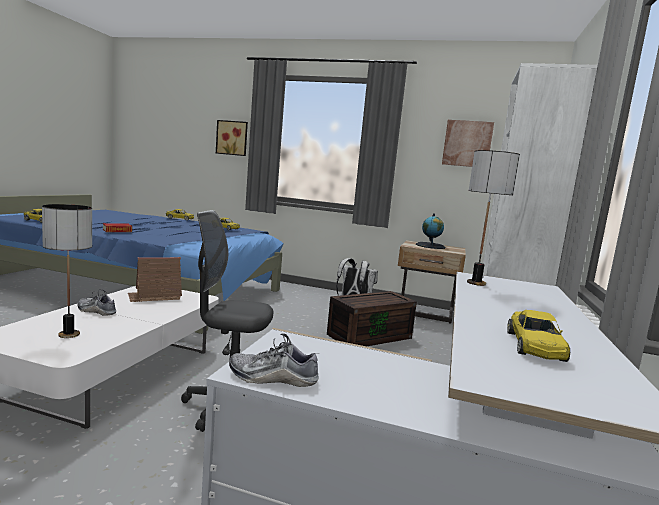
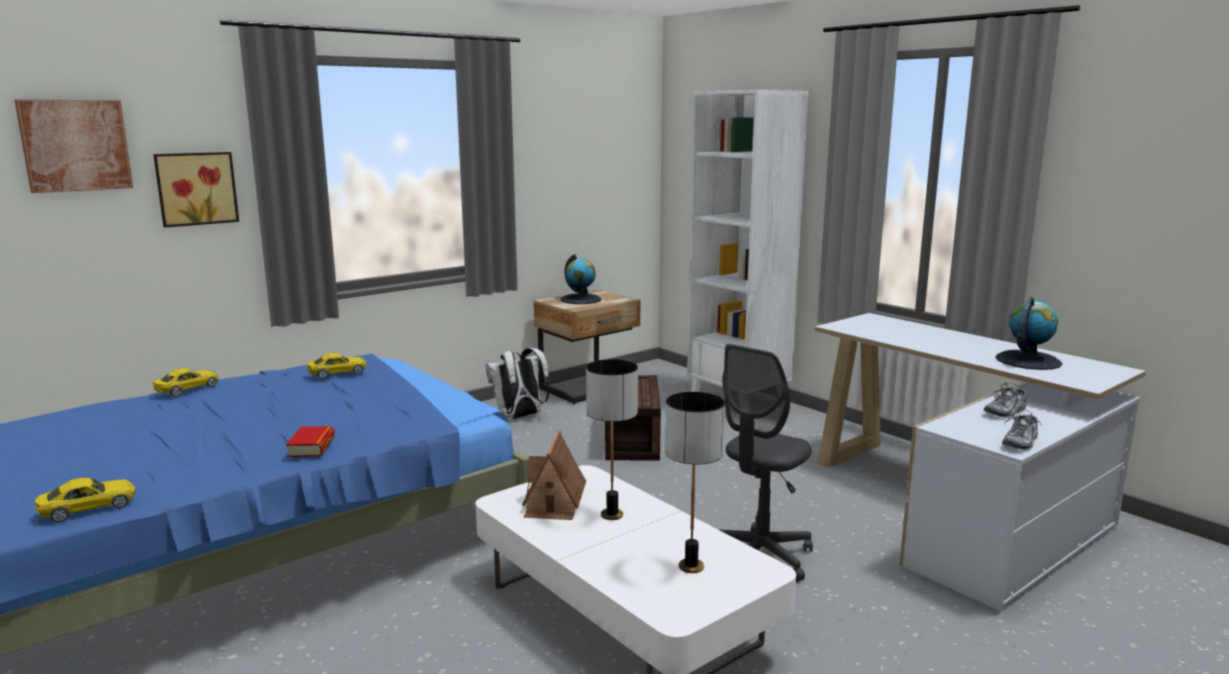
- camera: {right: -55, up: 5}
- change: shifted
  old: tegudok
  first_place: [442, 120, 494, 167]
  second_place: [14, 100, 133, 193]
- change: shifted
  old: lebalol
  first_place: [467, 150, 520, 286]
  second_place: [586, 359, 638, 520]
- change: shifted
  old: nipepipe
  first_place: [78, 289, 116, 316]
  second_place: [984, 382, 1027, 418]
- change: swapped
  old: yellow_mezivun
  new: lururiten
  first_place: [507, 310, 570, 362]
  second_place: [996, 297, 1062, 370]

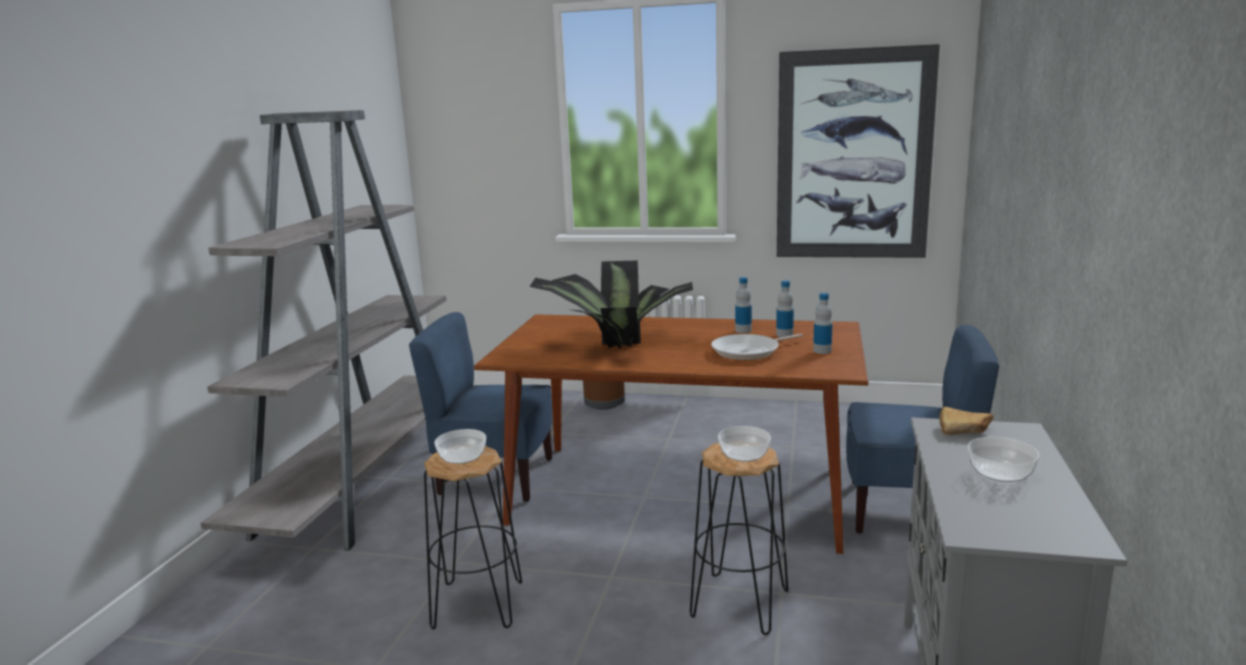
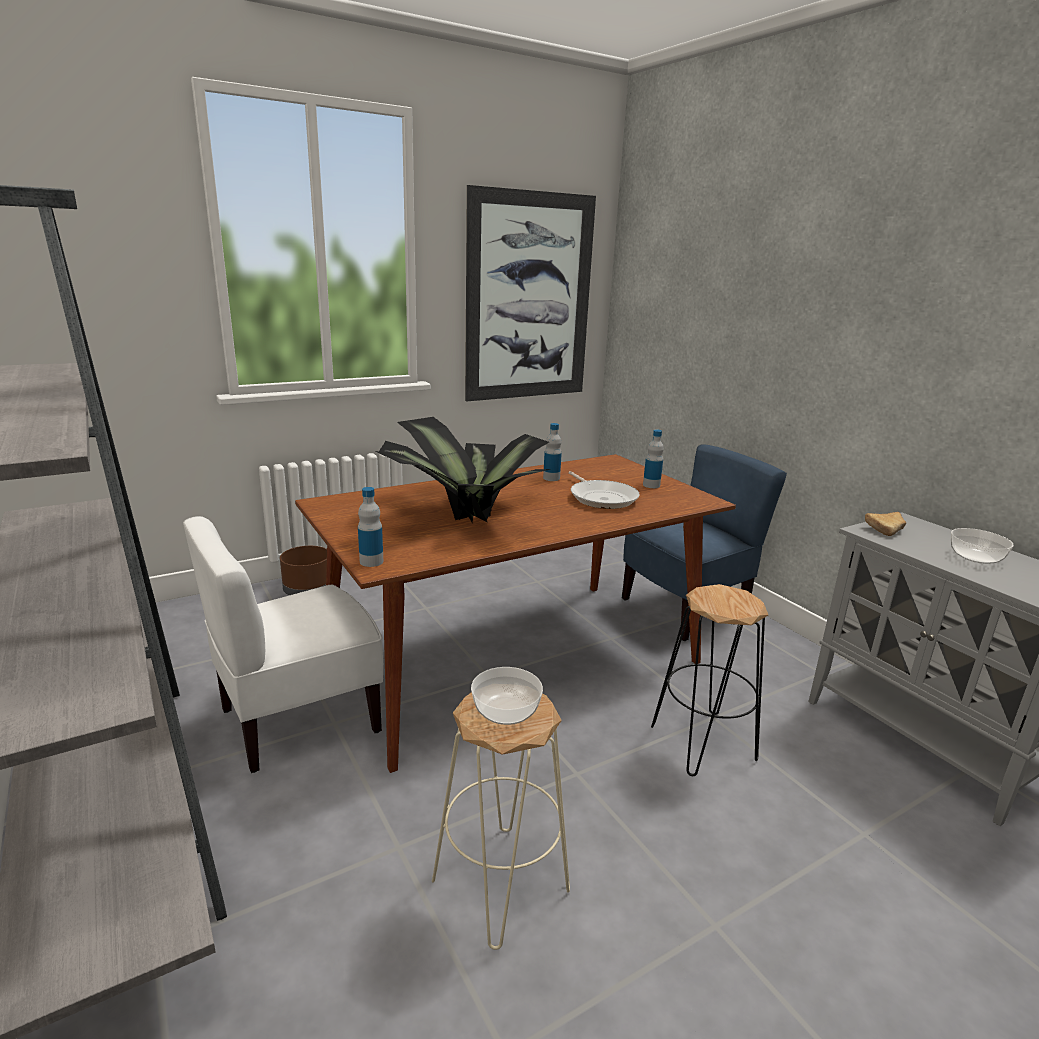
- camera: {right: -45, up: 5}
- change: shifted
  old: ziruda
  first_place: [776, 280, 794, 338]
  second_place: [358, 487, 383, 567]
- change: repainted
  old: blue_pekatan
  new: white_pekatan
  first_place: [409, 312, 552, 502]
  second_place: [183, 516, 383, 773]
- change: rotated
  old: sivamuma
  first_place: [711, 334, 803, 360]
  second_place: [568, 471, 640, 509]
  degrees: -45
- change: gone
  old: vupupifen
  first_place: [718, 426, 771, 462]
- change: repainted
  old: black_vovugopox
  new: beige_vovugopox
  first_place: [424, 446, 522, 629]
  second_place: [432, 692, 570, 950]

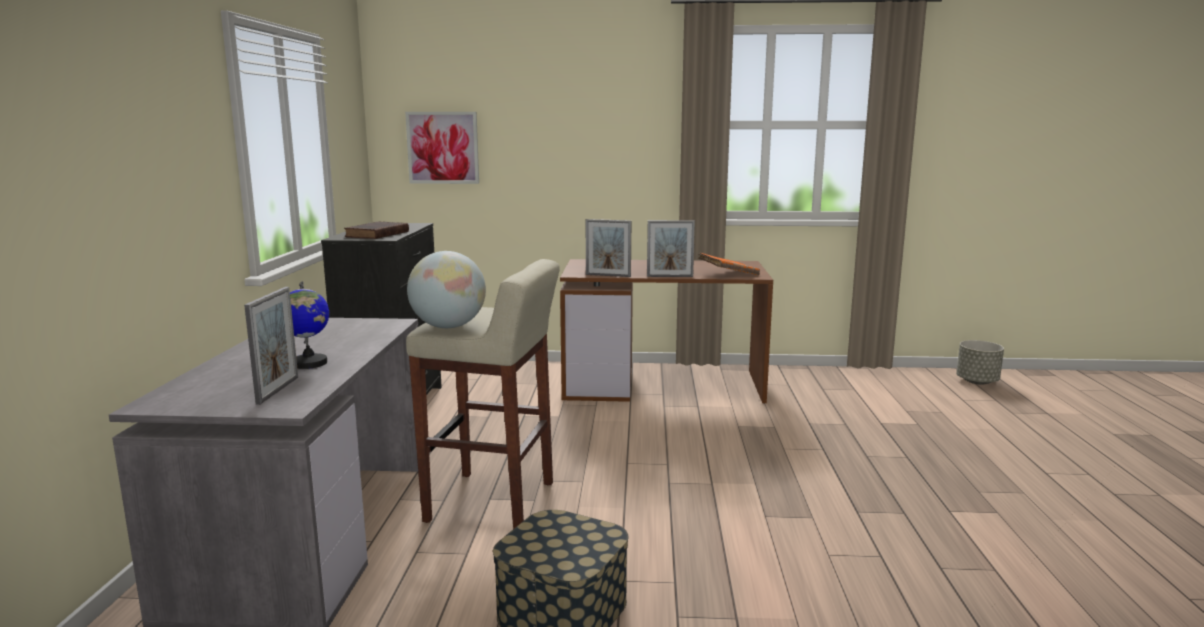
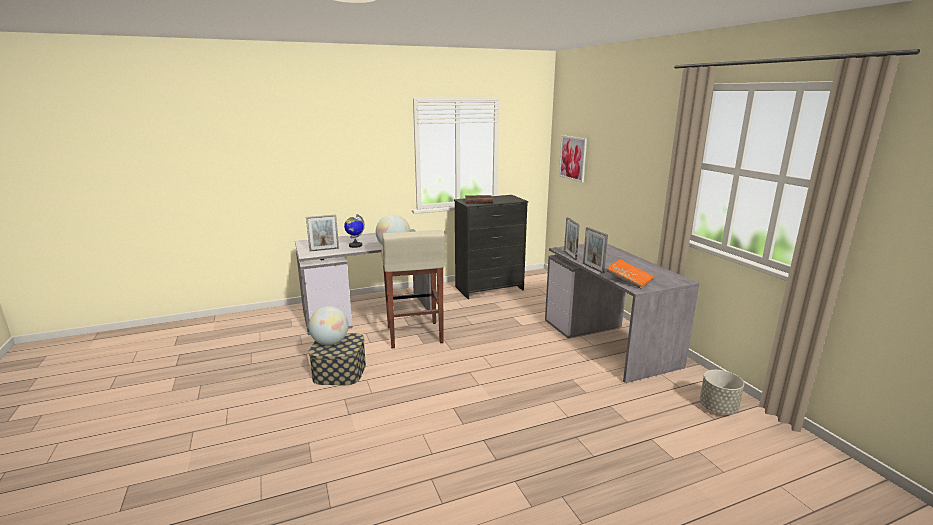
- camera: {right: 65, up: 5}
- change: repainted
  old: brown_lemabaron
  new: grey_lemabaron
  first_place: [560, 259, 773, 404]
  second_place: [545, 244, 699, 383]
- change: shifted
  old: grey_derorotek
  first_place: [956, 340, 1004, 385]
  second_place: [700, 370, 744, 415]
- change: new
  new: lururiten
  second_place: [309, 306, 349, 345]

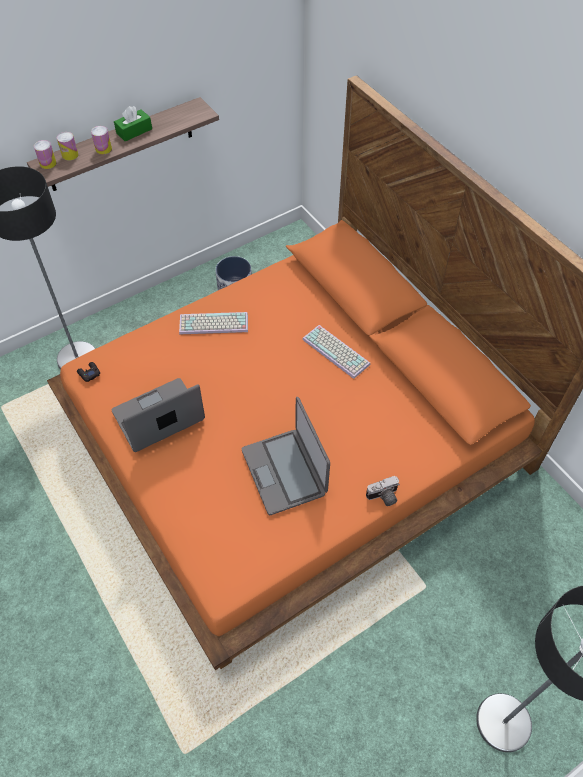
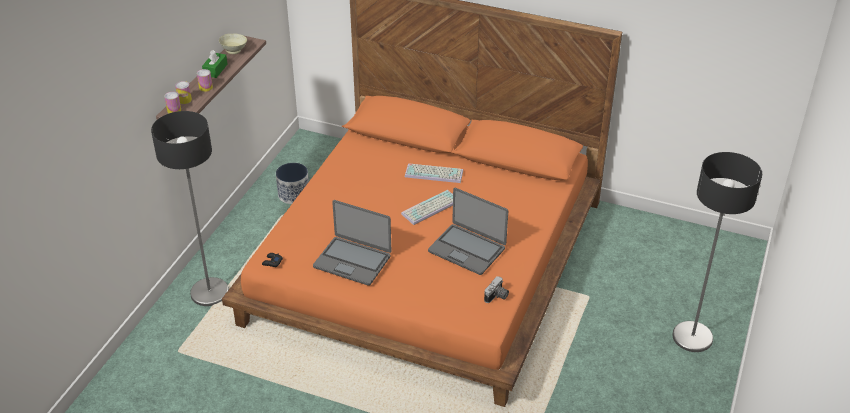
- camera: {right: -35, up: -15}
- change: shifted
  old: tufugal
  first_place: [179, 312, 248, 335]
  second_place: [401, 190, 453, 225]
- change: rotated
  old: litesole
  first_place: [112, 378, 205, 452]
  second_place: [313, 200, 391, 286]
  degrees: -90
- change: shifted
  old: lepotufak
  first_place: [366, 476, 400, 506]
  second_place: [484, 276, 509, 303]
- change: new
  new: beige_vupupifen
  second_place: [219, 33, 247, 54]

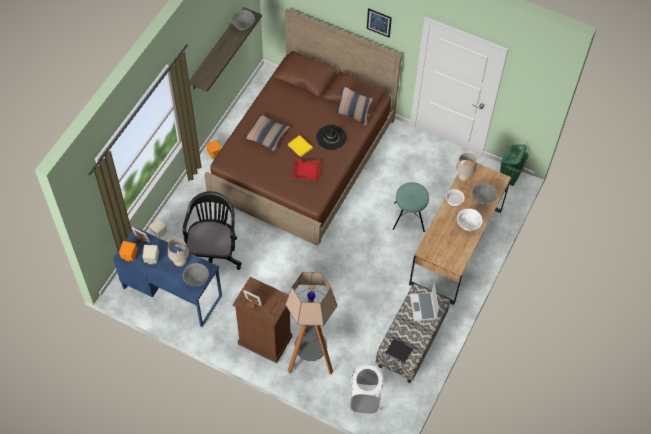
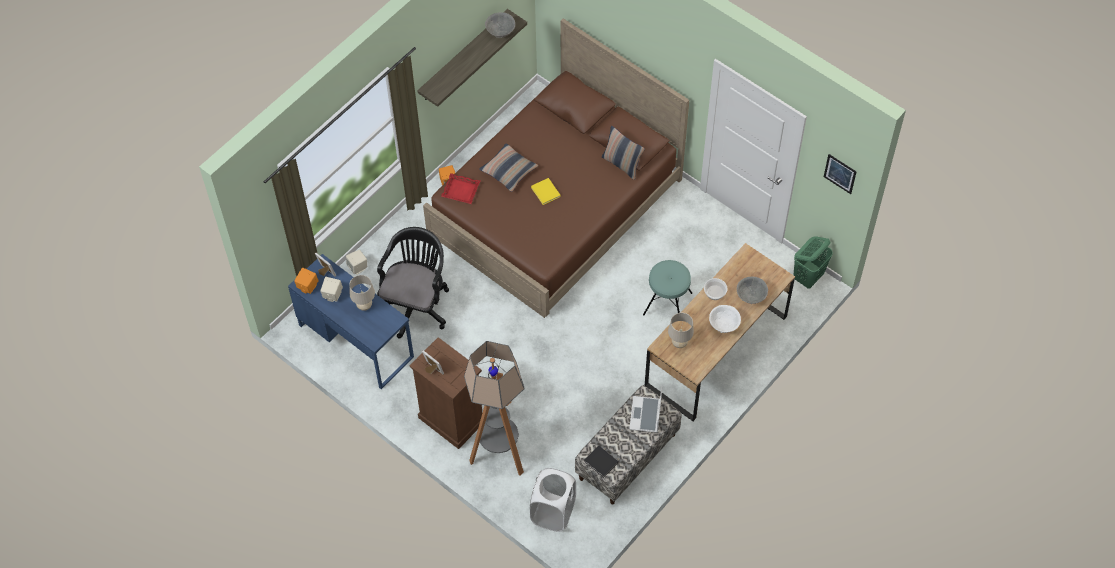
- camera: {right: 15, up: 0}
- change: shifted
  old: tegudok
  first_place: [367, 8, 392, 38]
  second_place: [824, 154, 857, 194]
- change: gone
  old: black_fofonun
  first_place: [316, 125, 346, 150]
- change: shifted
  old: beige_lebalol
  first_place: [456, 153, 477, 182]
  second_place: [668, 313, 694, 348]
- change: shifted
  old: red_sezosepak
  first_place: [293, 159, 321, 180]
  second_place: [441, 173, 480, 204]
- change: gone
  old: grey_vupupifen
  first_place: [183, 263, 209, 286]

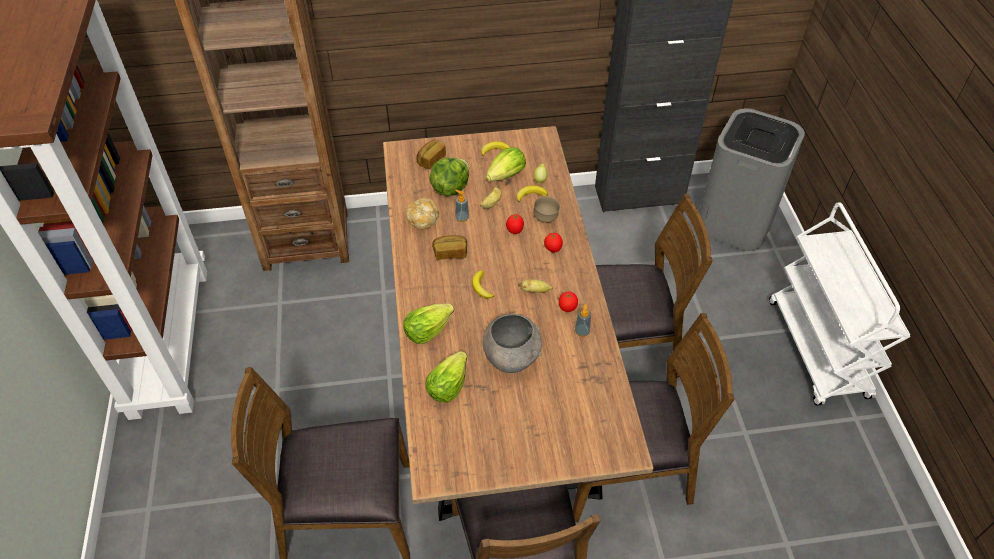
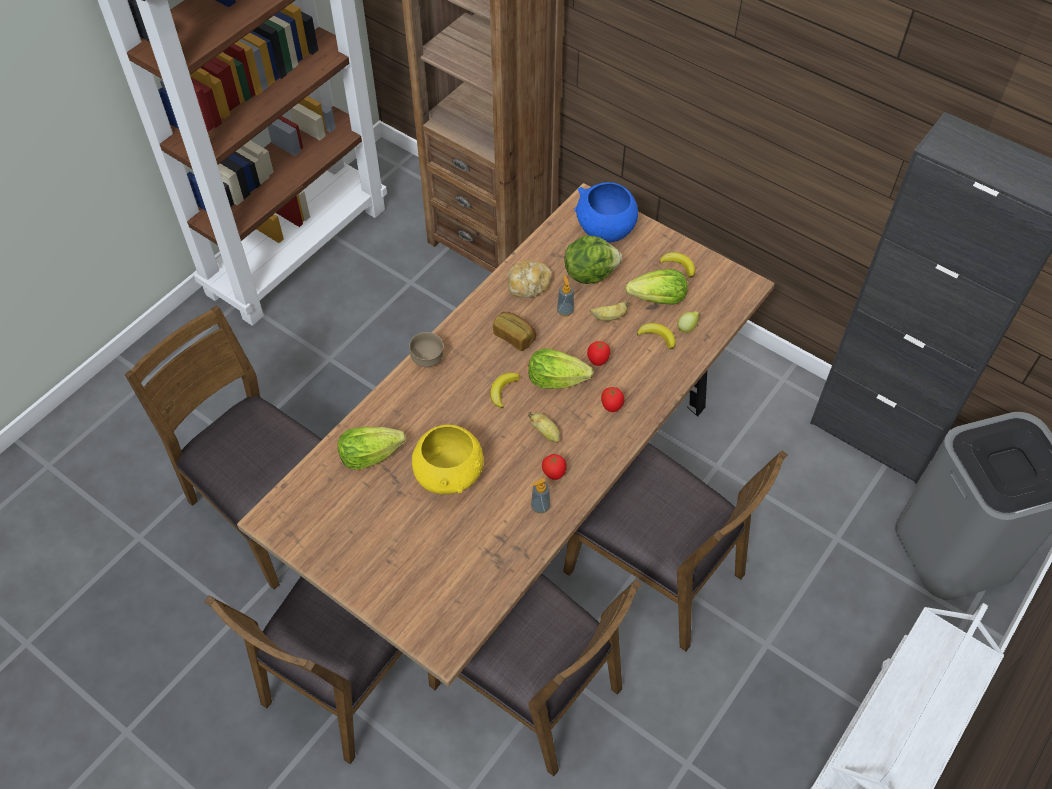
- camera: {right: 45, up: 5}
- change: swapped
  old: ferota
  new: blue_vupupifen
  first_place: [416, 140, 446, 169]
  second_place: [574, 182, 638, 243]
- change: shifted
  old: brown_vupupifen
  first_place: [533, 196, 560, 223]
  second_place: [409, 332, 443, 367]
- change: shifted
  old: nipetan
  first_place: [403, 304, 454, 344]
  second_place: [528, 348, 593, 389]
- change: repainted
  old: grey_vupupifen
  new: yellow_vupupifen
  first_place: [483, 314, 542, 373]
  second_place: [412, 424, 484, 495]

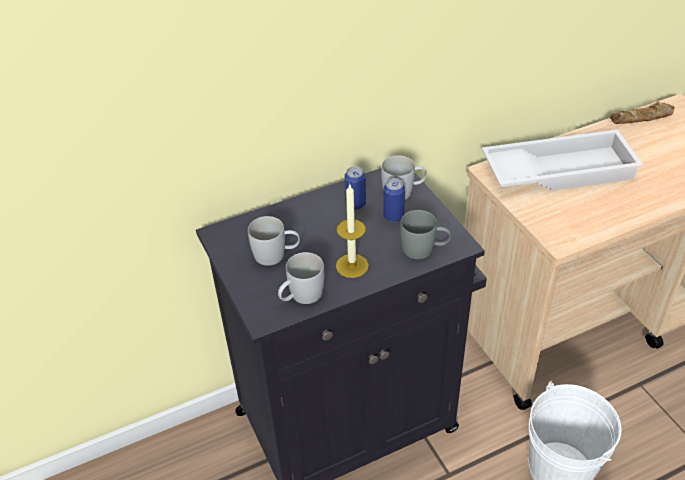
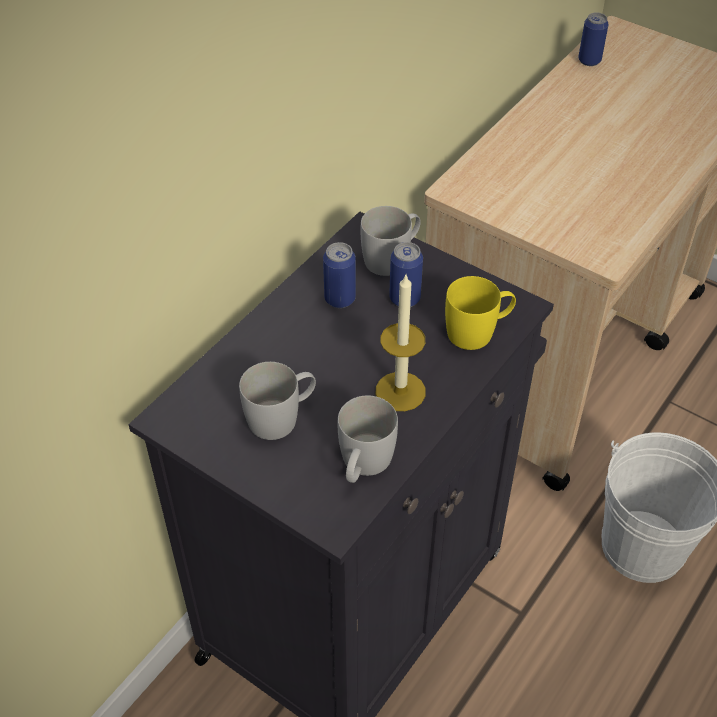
- camera: {right: -30, up: 5}
- change: swapped
  old: ferota
  new: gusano
  first_place: [610, 102, 675, 124]
  second_place: [578, 12, 609, 66]
- change: gone
  old: white_sezosepak
  first_place: [482, 130, 643, 191]
- change: repainted
  old: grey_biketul
  new: yellow_biketul
  first_place: [400, 210, 451, 259]
  second_place: [445, 276, 516, 350]

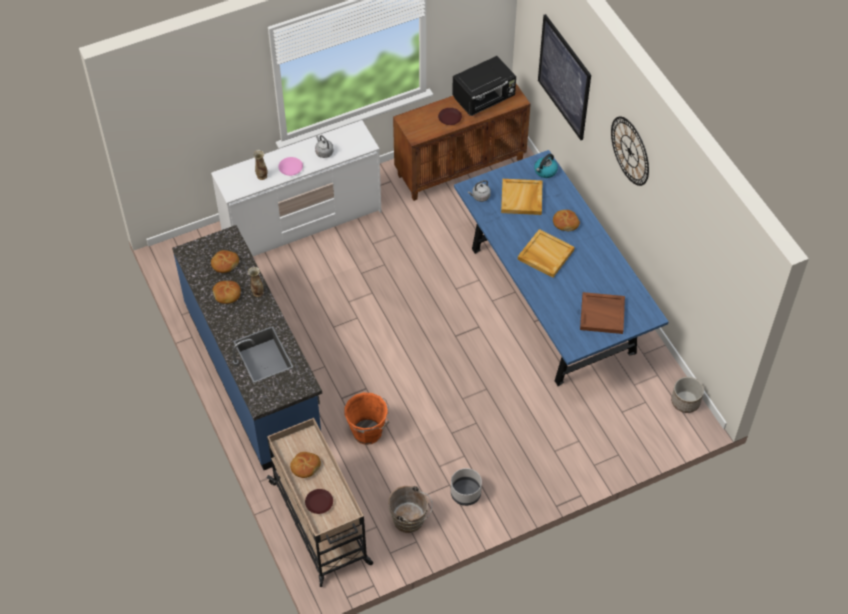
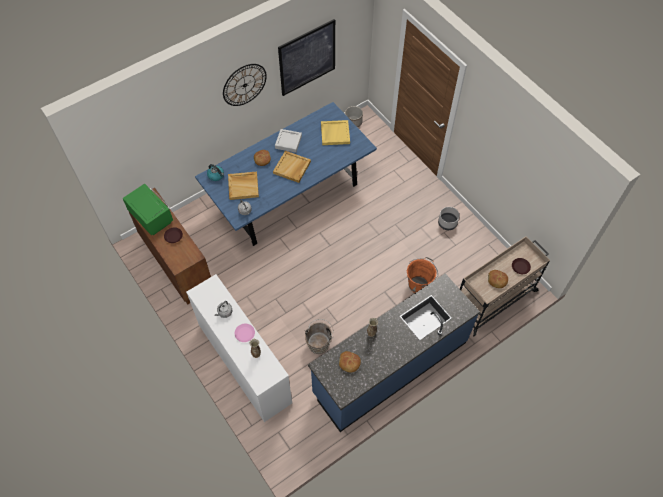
- camera: {right: -100, up: 5}
- change: shifted
  old: tegudok
  first_place: [538, 14, 591, 140]
  second_place: [278, 19, 335, 96]
- change: repainted
  old: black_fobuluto
  new: green_fobuluto
  first_place: [452, 56, 516, 116]
  second_place: [123, 184, 173, 236]
- change: gone
  old: ferota
  first_place: [213, 281, 241, 304]
- change: repainted
  old: brown_sezosepak
  new: yellow_sezosepak
  first_place: [580, 292, 625, 334]
  second_place: [321, 120, 350, 145]
- change: shifted
  old: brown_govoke
  first_place: [388, 486, 432, 533]
  second_place: [305, 319, 333, 354]
- change: new
  new: grey_sezosepak
  second_place: [275, 129, 302, 153]

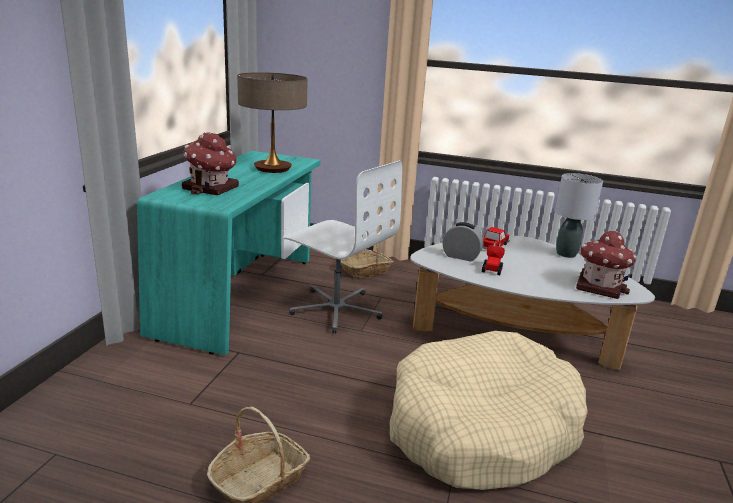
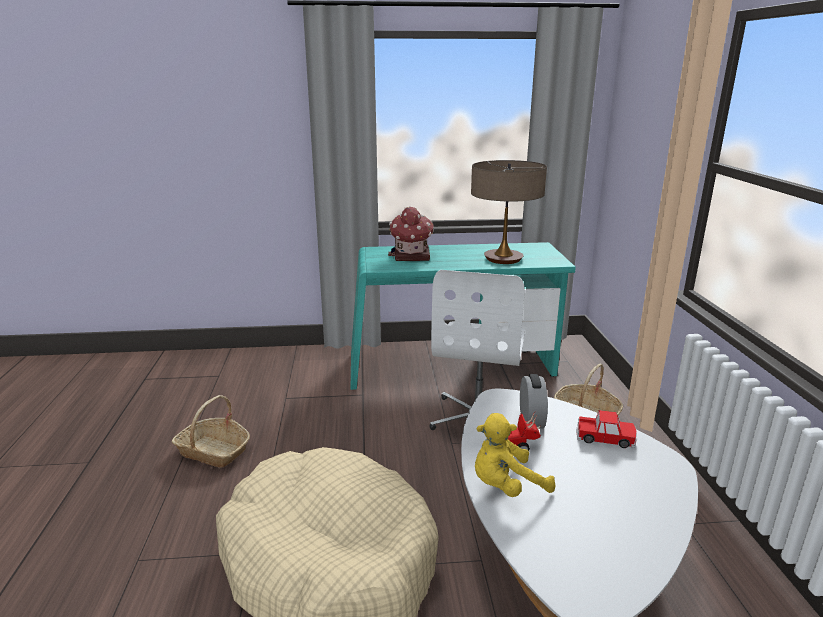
- camera: {right: 70, up: 0}
- change: gone
  old: grey_lebalol
  first_place: [555, 173, 603, 258]
- change: gone
  old: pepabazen
  first_place: [576, 231, 637, 299]
- change: new
  new: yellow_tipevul
  second_place: [475, 413, 555, 497]

